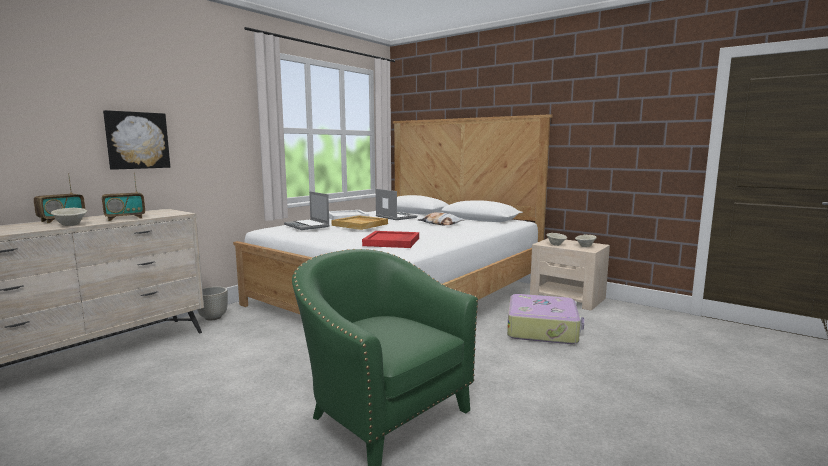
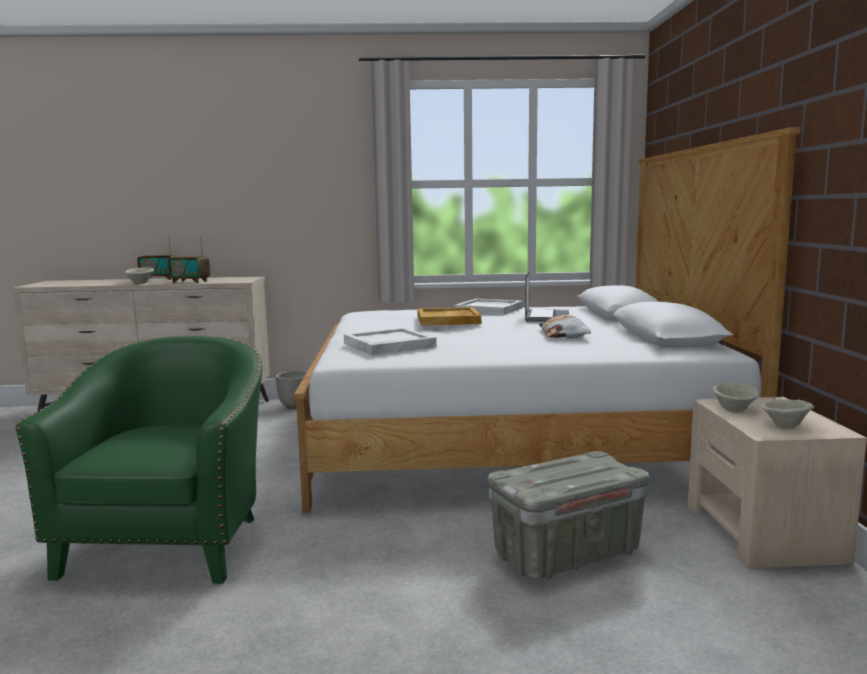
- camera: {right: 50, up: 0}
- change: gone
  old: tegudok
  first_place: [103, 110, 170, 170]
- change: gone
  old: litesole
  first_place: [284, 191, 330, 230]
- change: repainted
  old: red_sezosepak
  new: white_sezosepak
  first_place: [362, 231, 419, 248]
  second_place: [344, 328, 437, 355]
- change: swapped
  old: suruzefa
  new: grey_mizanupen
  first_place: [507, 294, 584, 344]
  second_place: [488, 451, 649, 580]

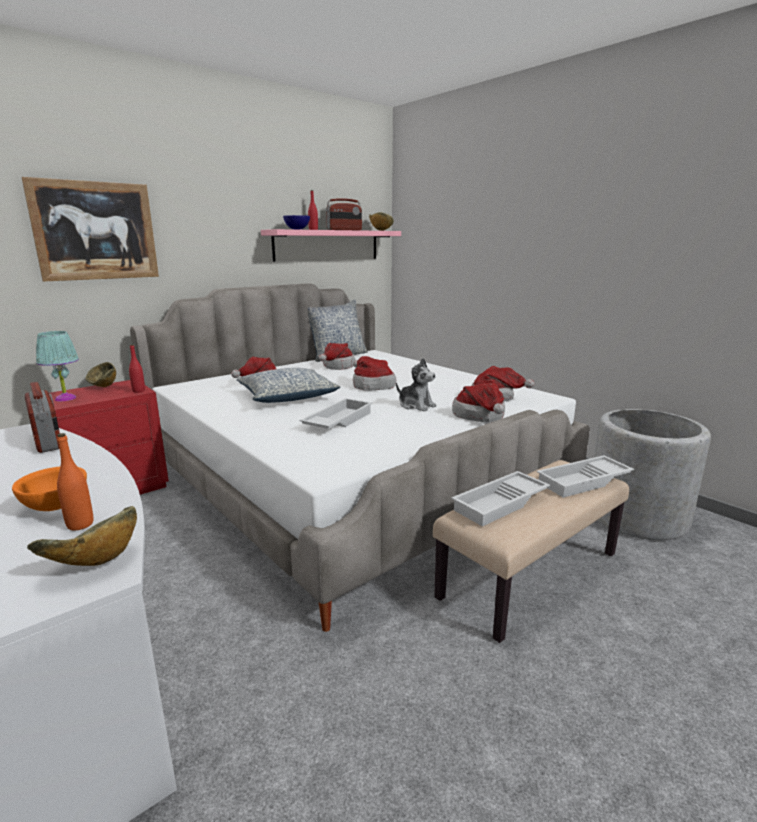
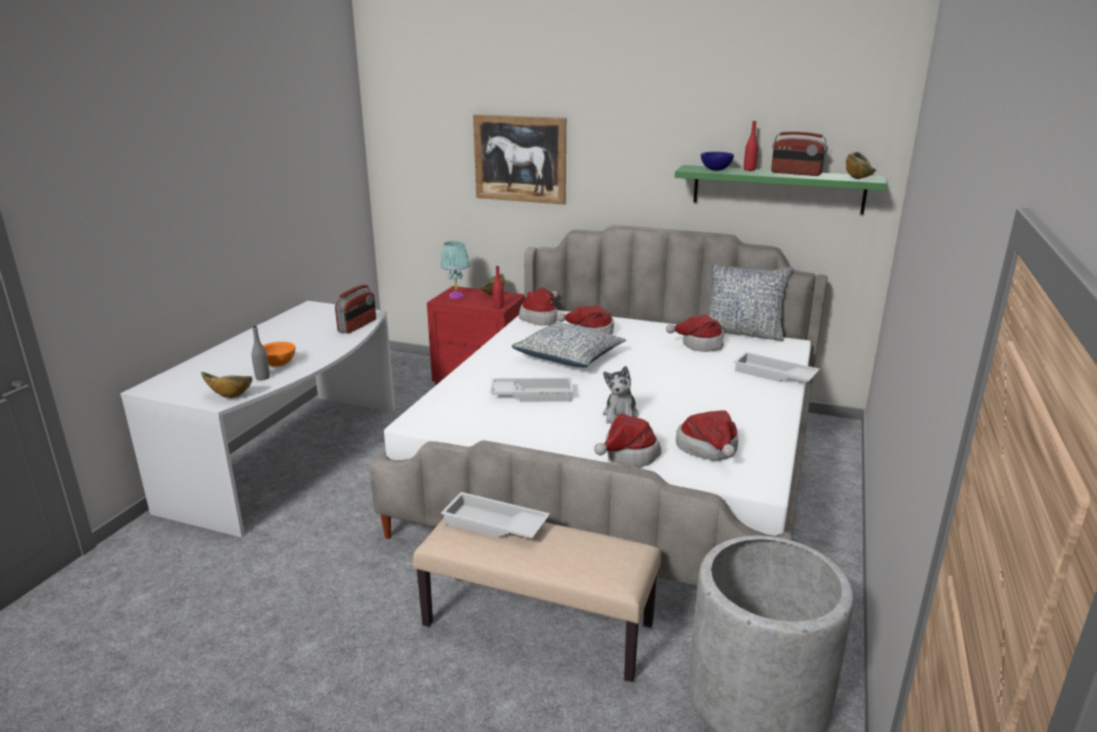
- camera: {right: 60, up: 5}
- change: repainted
  old: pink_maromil
  new: green_maromil
  first_place: [261, 229, 401, 262]
  second_place: [675, 165, 887, 214]
- change: shifted
  old: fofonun
  first_place: [353, 356, 396, 391]
  second_place: [519, 288, 558, 325]
- change: repainted
  old: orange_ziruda
  new: grey_ziruda
  first_place: [57, 433, 93, 530]
  second_place: [252, 326, 270, 380]
- change: shifted
  old: white_sezosepak
  first_place: [537, 455, 634, 498]
  second_place: [734, 352, 820, 382]

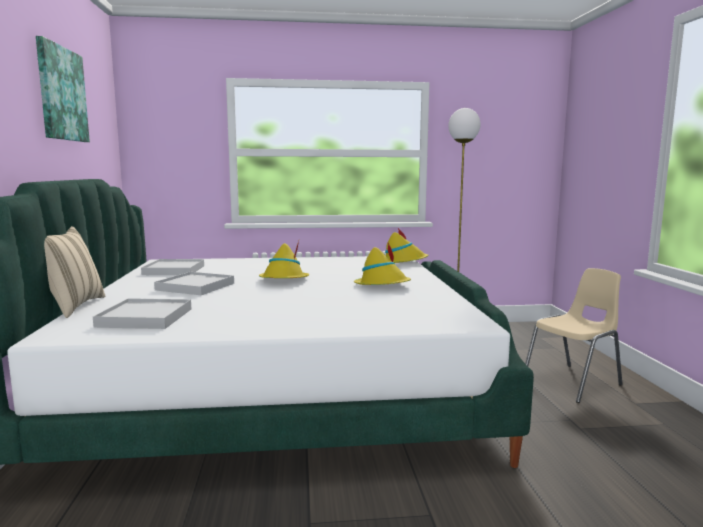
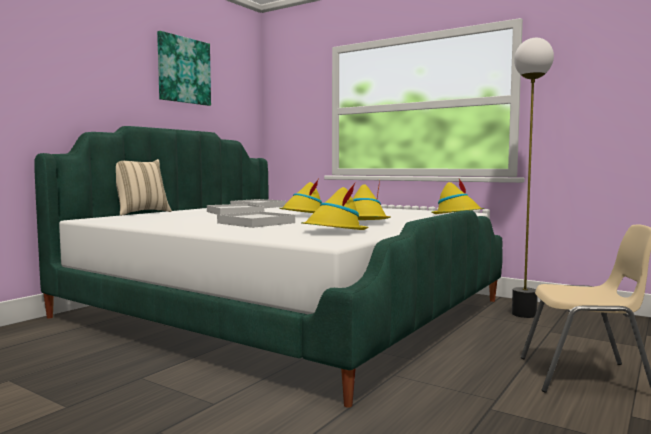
- camera: {right: 40, up: -5}
- change: shifted
  old: white_sezosepak
  first_place: [93, 298, 191, 329]
  second_place: [217, 211, 295, 228]
- change: new
  new: yellow_fofonun
  second_place: [301, 182, 369, 230]

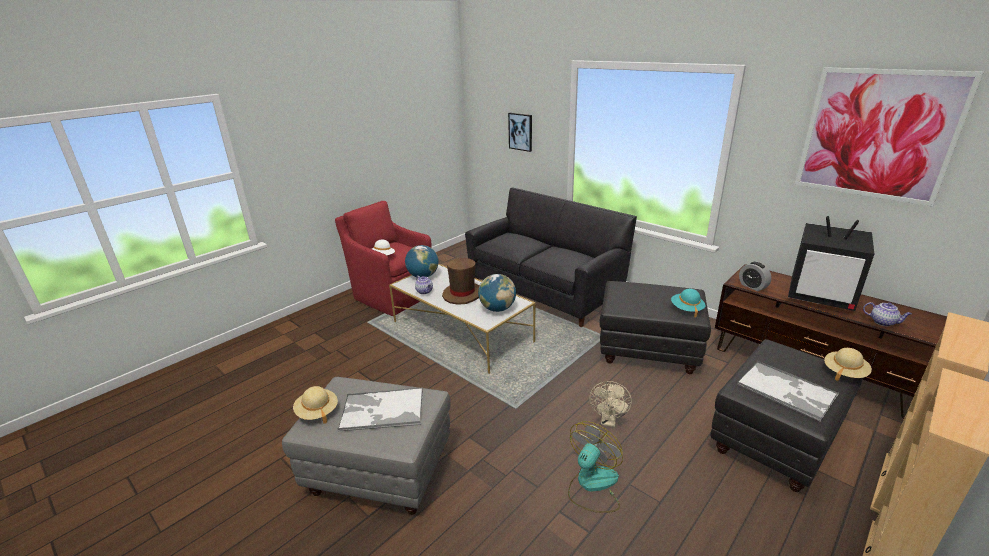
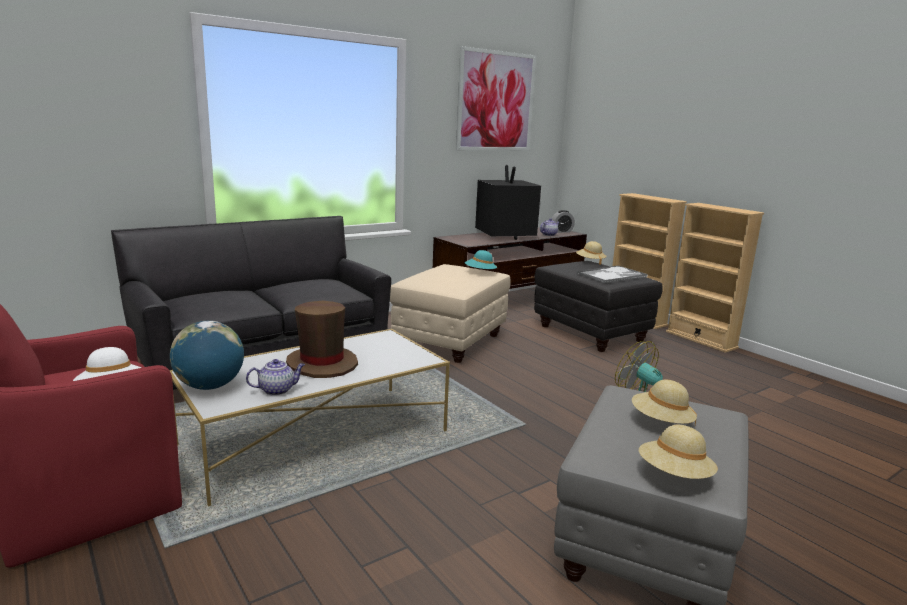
- camera: {right: -80, up: -10}
- change: gone
  old: tegudok
  first_place: [508, 113, 532, 152]
- change: rotated
  old: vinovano
  first_place: [788, 216, 874, 311]
  second_place: [475, 165, 541, 240]
  degrees: -60
- change: shifted
  old: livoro
  first_place: [739, 262, 772, 291]
  second_place: [552, 210, 575, 233]
- change: gone
  old: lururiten
  first_place: [478, 274, 516, 312]
- change: repainted
  old: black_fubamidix
  new: beige_fubamidix
  first_place: [599, 281, 711, 374]
  second_place: [390, 264, 511, 363]
- change: gone
  old: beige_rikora
  first_place: [589, 381, 632, 427]
- change: swapped
  old: sezosepak
  new: beige_fofonun
  first_place: [337, 388, 423, 431]
  second_place: [632, 380, 697, 425]

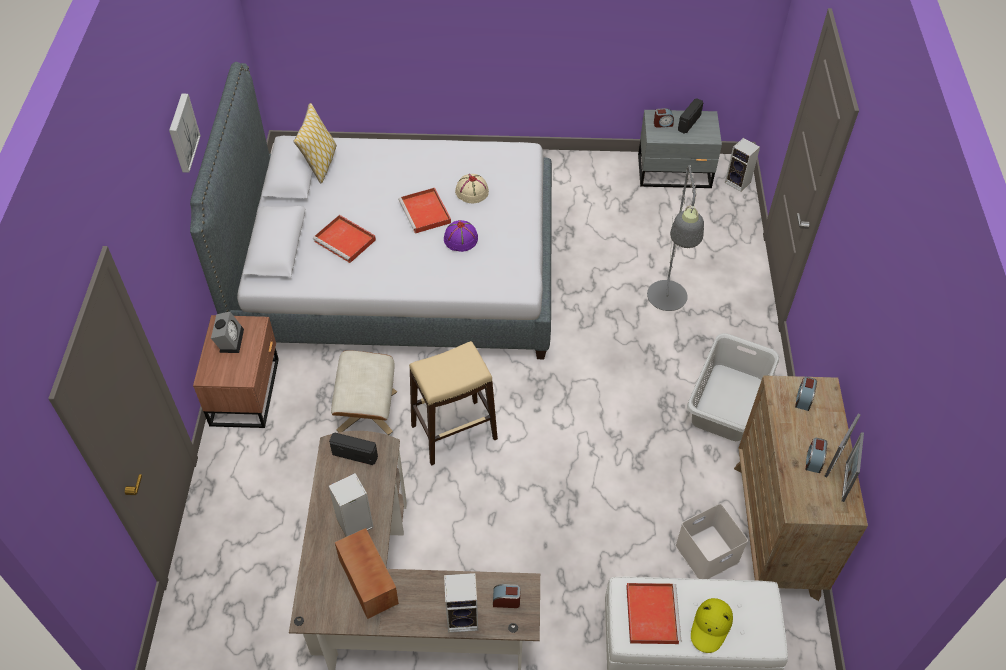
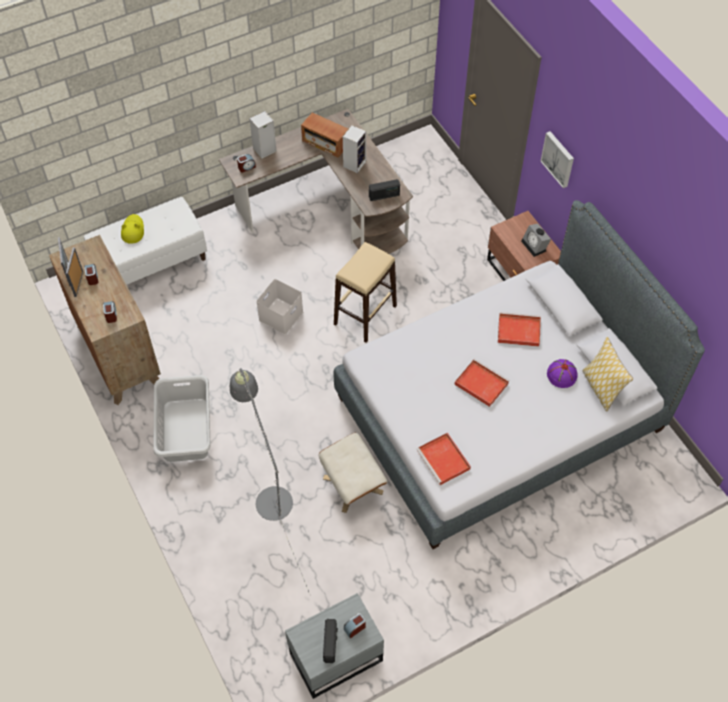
- camera: {right: 150, up: 5}
- change: shifted
  old: tegudok
  first_place: [169, 94, 201, 173]
  second_place: [540, 131, 574, 188]
- change: gone
  old: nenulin
  first_place: [725, 138, 760, 192]
- change: gone
  old: beige_fofonun
  first_place: [455, 174, 489, 203]
- change: shifted
  old: purple_fofonun
  first_place: [444, 220, 478, 252]
  second_place: [547, 359, 578, 388]
- change: shifted
  old: beige_fubamidix
  first_place: [331, 350, 397, 435]
  second_place: [319, 433, 387, 513]
- change: shifted
  old: white_mizanupen
  first_place: [675, 504, 748, 579]
  second_place: [256, 279, 303, 335]
- change: shifted
  old: red_sezosepak
  first_place: [626, 583, 681, 644]
  second_place: [416, 433, 471, 485]

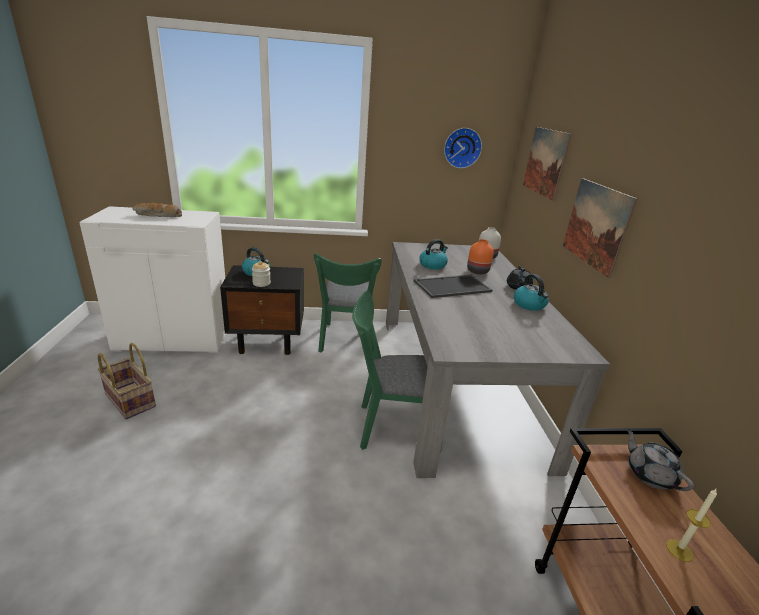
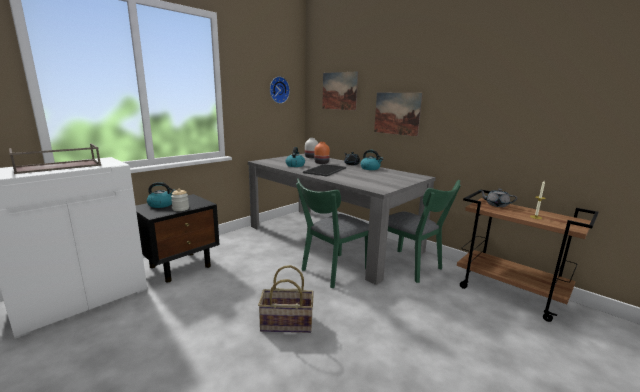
- camera: {right: -40, up: -10}
- change: swapped
  old: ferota
  new: brown_sezosepak
  first_place: [132, 203, 182, 217]
  second_place: [9, 143, 101, 174]
- change: shifted
  old: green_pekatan
  first_place: [314, 253, 382, 352]
  second_place: [388, 180, 461, 283]
- change: shifted
  old: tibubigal
  first_place: [98, 343, 156, 419]
  second_place: [258, 265, 314, 333]

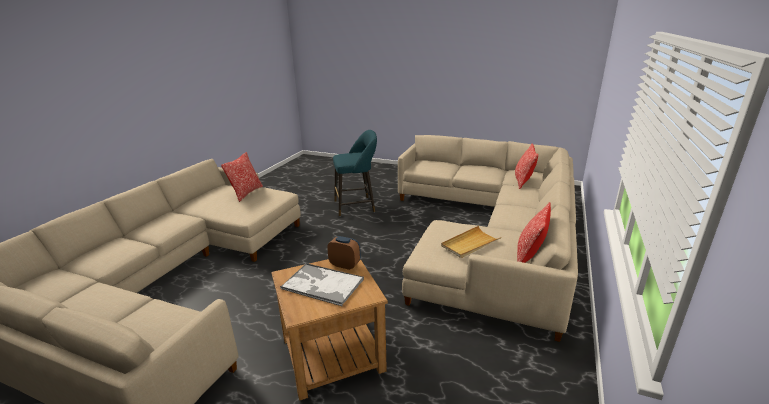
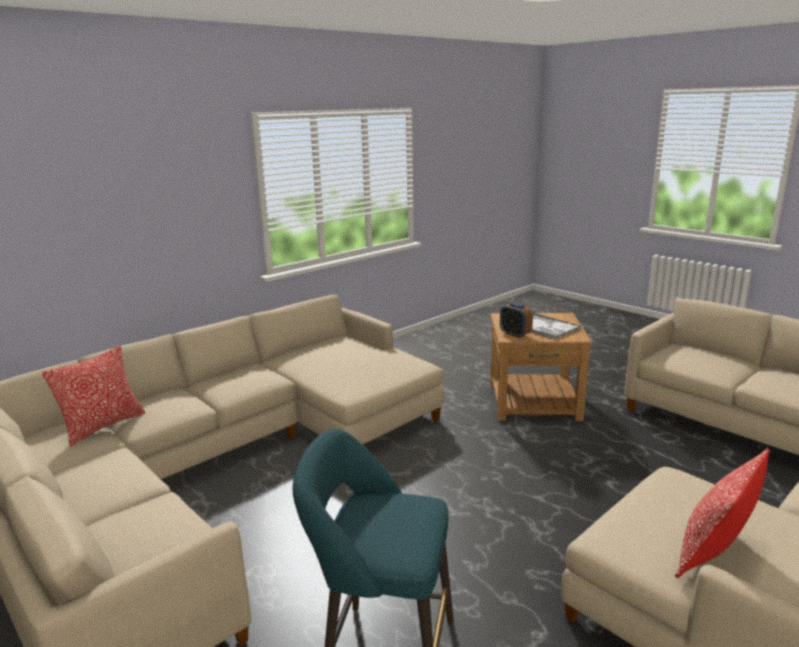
- camera: {right: -155, up: -5}
- change: gone
  old: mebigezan
  first_place: [517, 202, 551, 263]
- change: gone
  old: beige_sezosepak
  first_place: [441, 226, 501, 258]

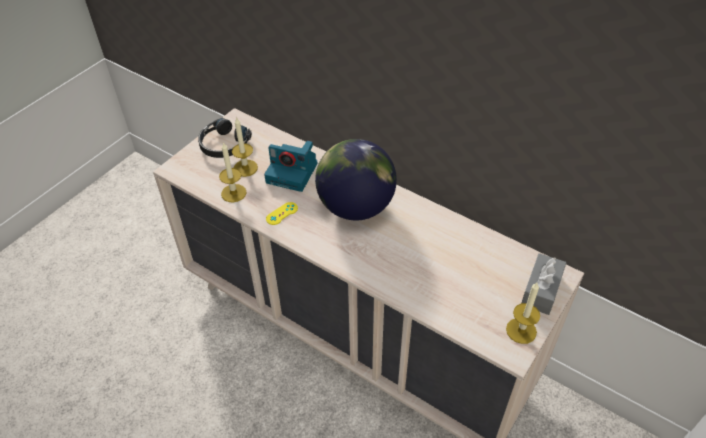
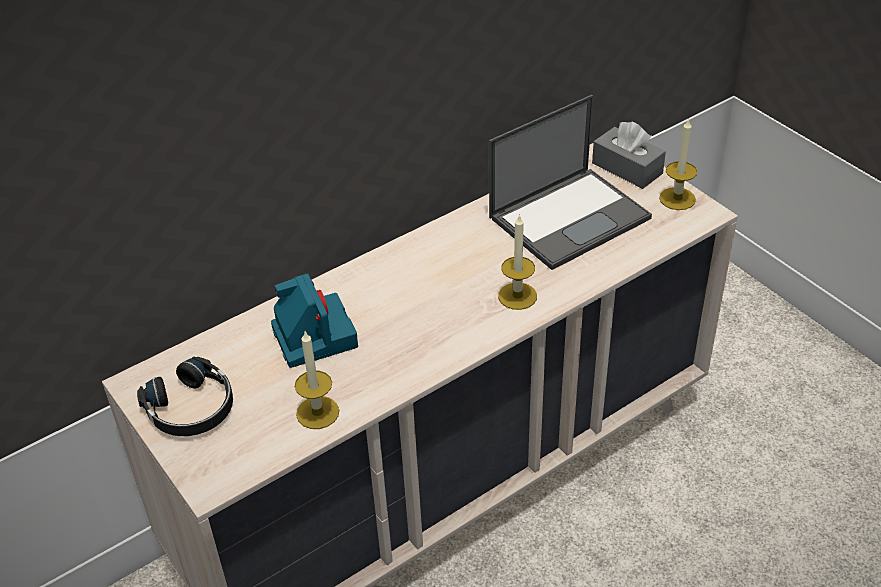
- camera: {right: -70, up: -5}
- change: shifted
  old: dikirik
  first_place: [232, 117, 258, 177]
  second_place: [498, 214, 537, 310]
- change: gone
  old: lururiten
  first_place: [315, 139, 397, 220]
- change: rotated
  old: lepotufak
  first_place: [264, 141, 317, 192]
  second_place: [271, 273, 358, 368]
  degrees: -60
- change: gone
  old: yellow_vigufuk
  first_place: [266, 202, 298, 225]
- change: new
  new: litesole
  second_place: [489, 95, 652, 270]

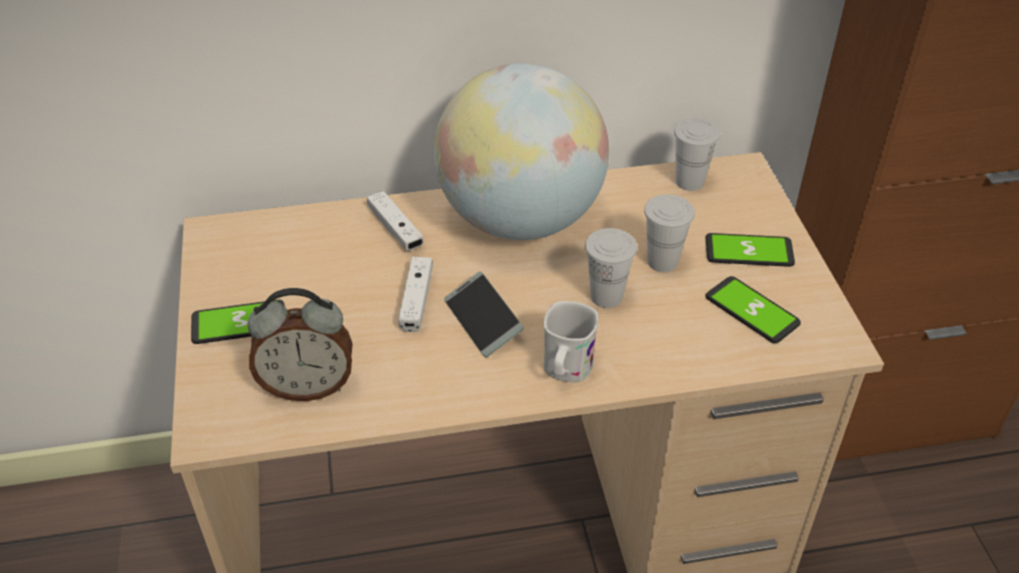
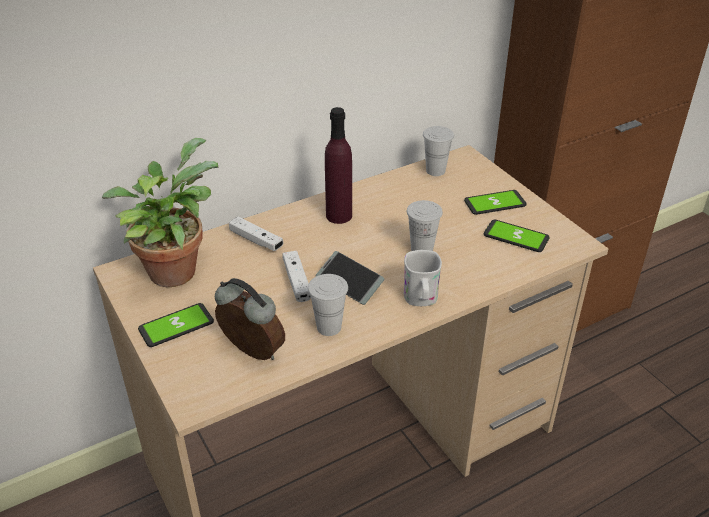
- camera: {right: -20, up: -5}
- change: swapped
  old: lururiten
  new: purple_ziruda
  first_place: [434, 63, 609, 240]
  second_place: [325, 107, 352, 224]
- change: shifted
  old: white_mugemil
  first_place: [644, 194, 695, 272]
  second_place: [308, 274, 348, 336]
- change: rotated
  old: livoro
  first_place: [248, 288, 352, 401]
  second_place: [215, 278, 285, 360]
  degrees: -120
- change: new
  new: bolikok
  second_place: [102, 138, 218, 287]

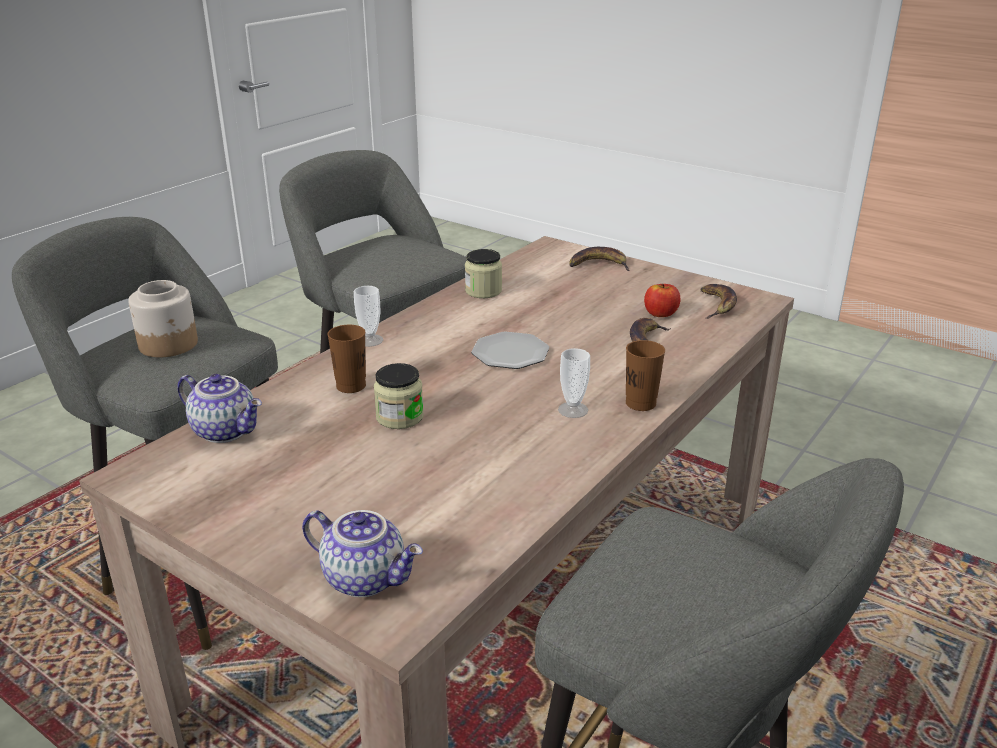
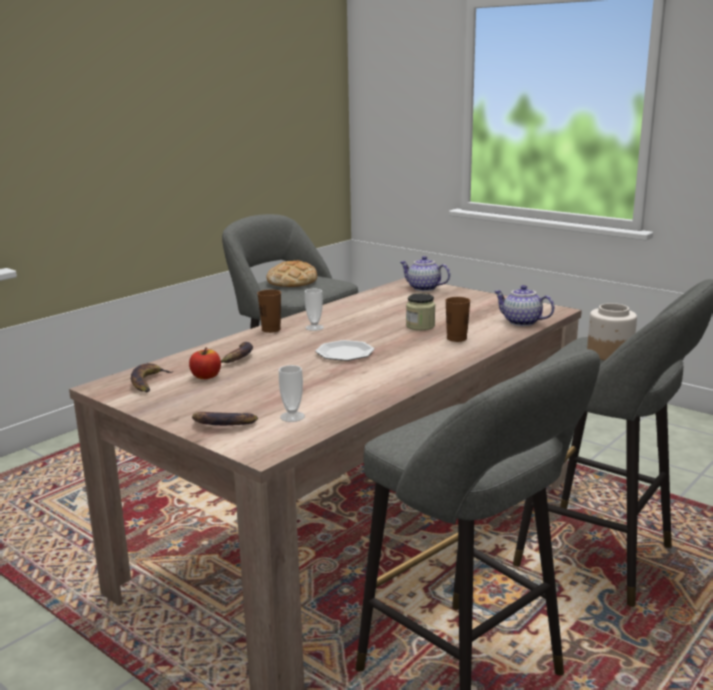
- camera: {right: -175, up: -10}
- change: gone
  old: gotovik
  first_place: [465, 249, 502, 298]
- change: shifted
  old: mugemil
  first_place: [354, 286, 383, 347]
  second_place: [279, 365, 305, 422]
- change: new
  new: ferota
  second_place: [267, 260, 317, 287]

